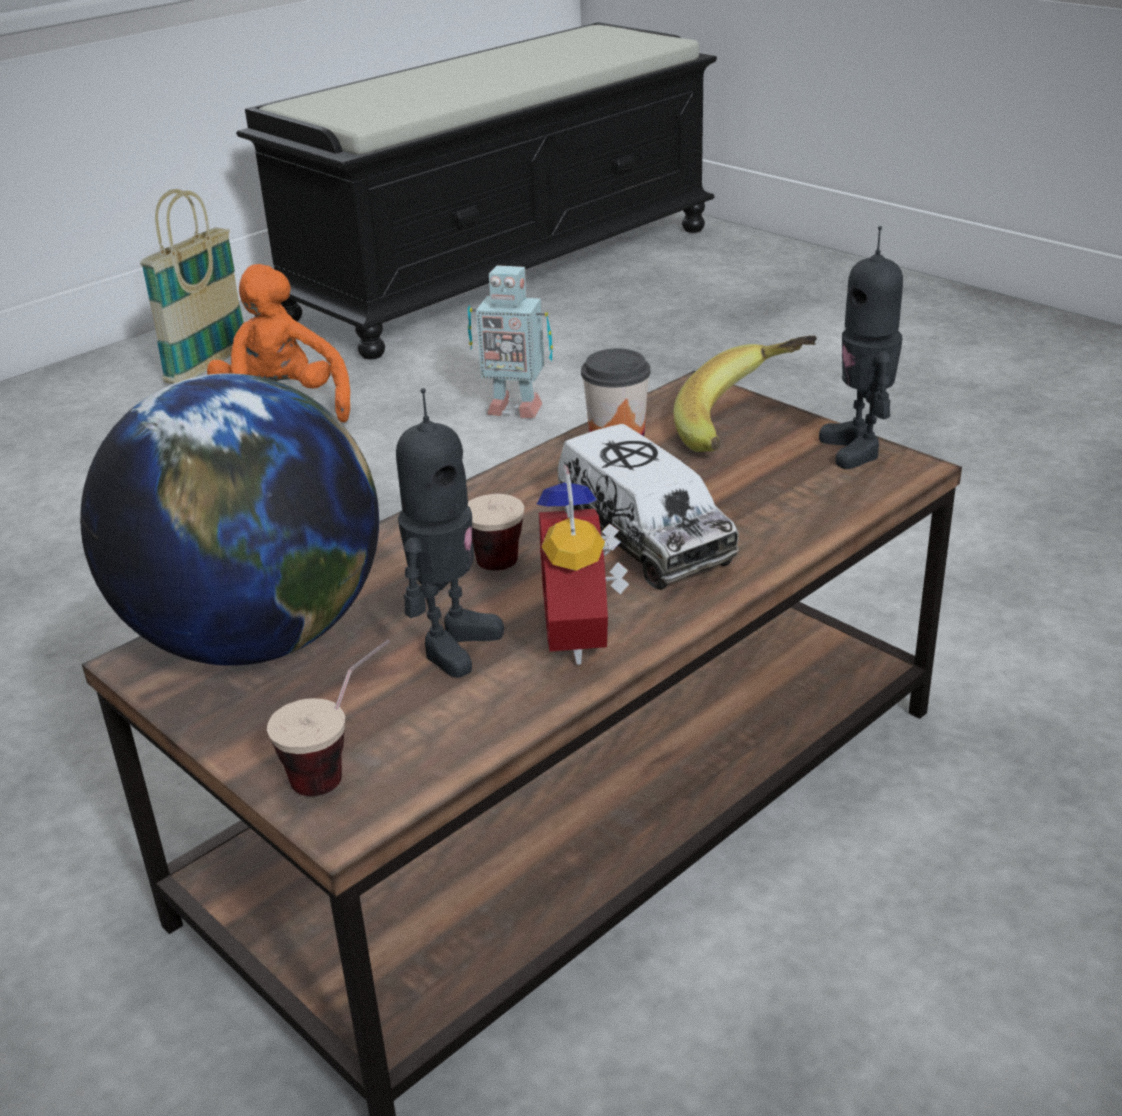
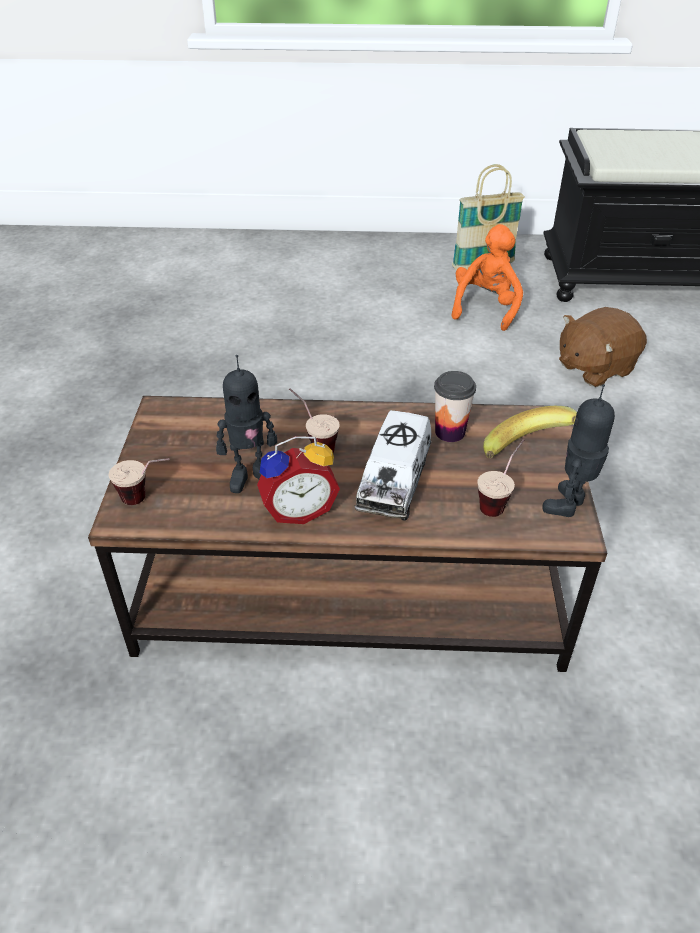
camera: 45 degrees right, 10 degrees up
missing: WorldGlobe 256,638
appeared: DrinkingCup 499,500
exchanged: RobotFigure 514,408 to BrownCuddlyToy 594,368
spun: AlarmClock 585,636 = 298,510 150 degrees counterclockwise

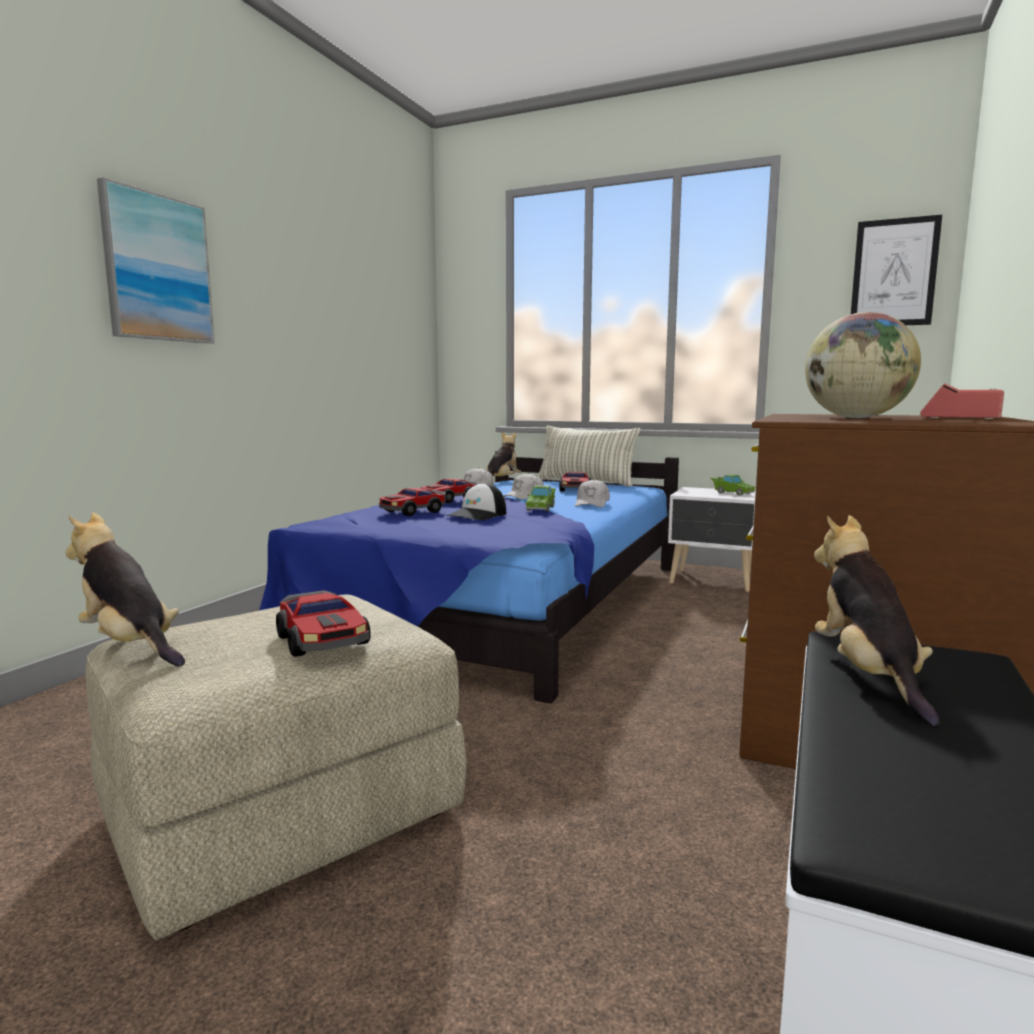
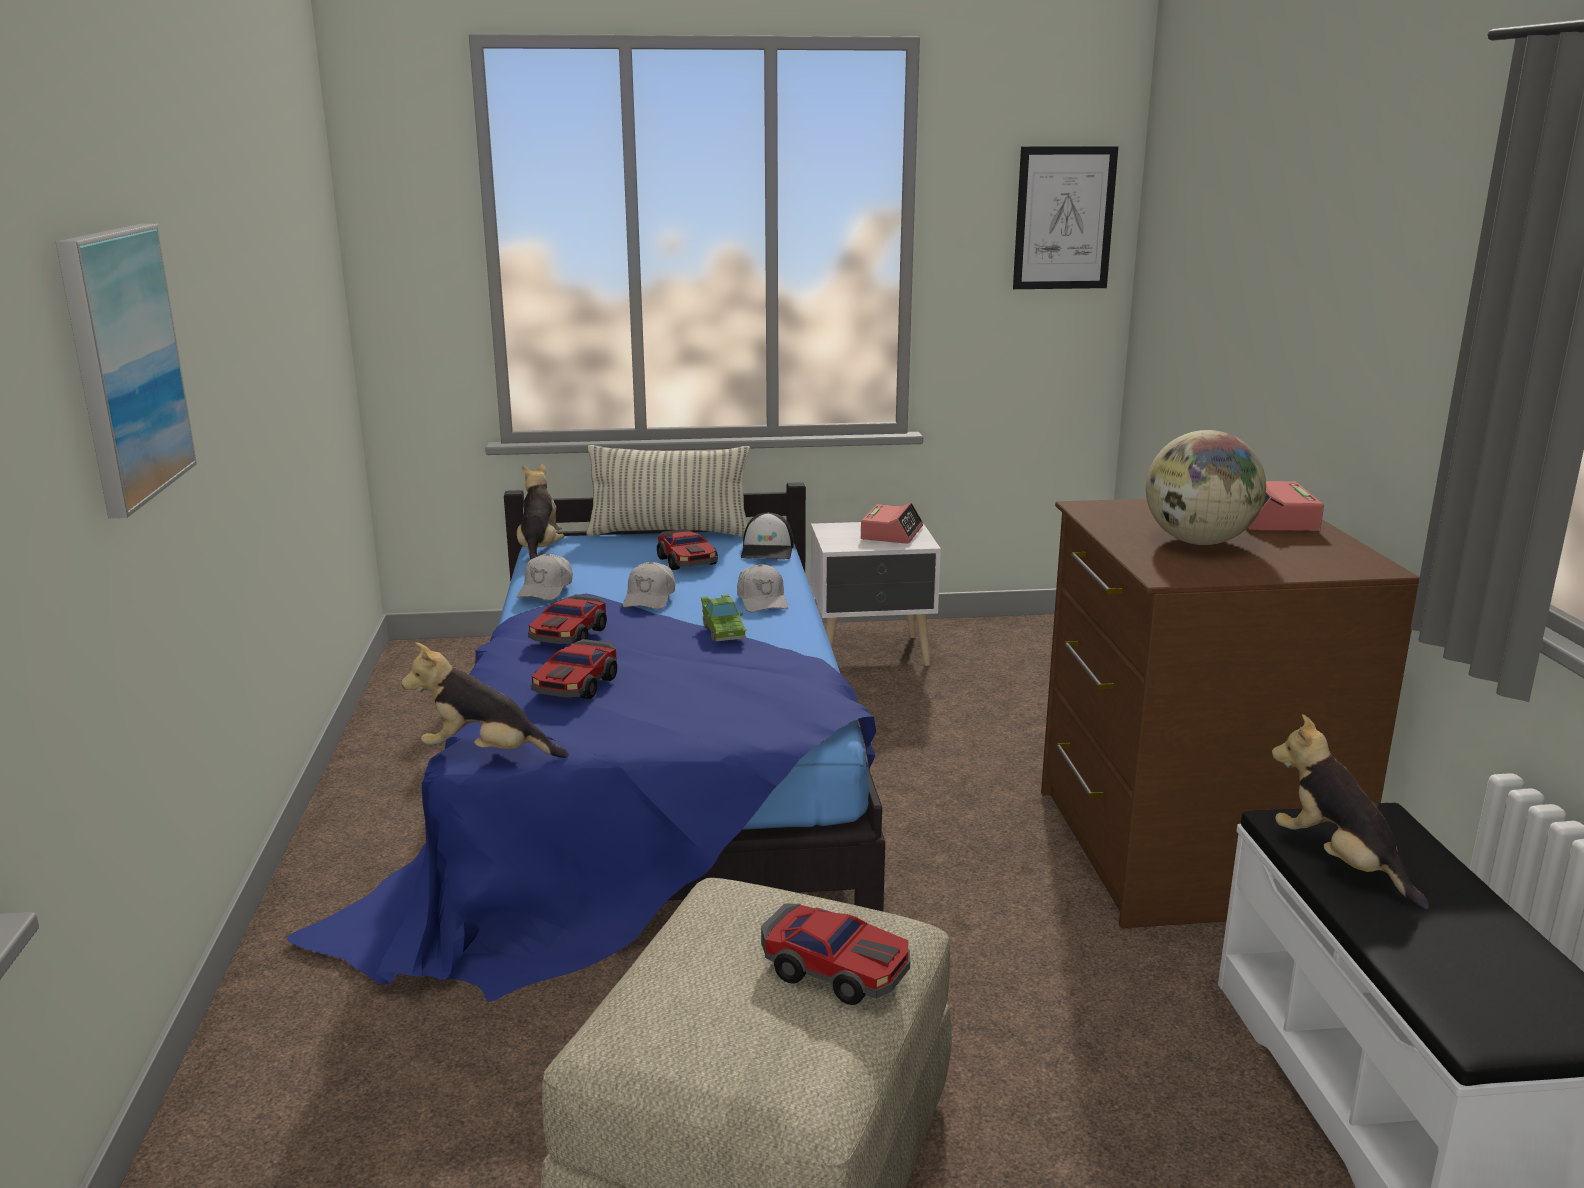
camera: 30 degrees left, 10 degrees up
relocated: CuddlyToy 131,646 to 486,754; PeakedCap 478,515 to 768,550
exchanged: GreenishMiniatureCar 731,493 to AlarmClock 891,533

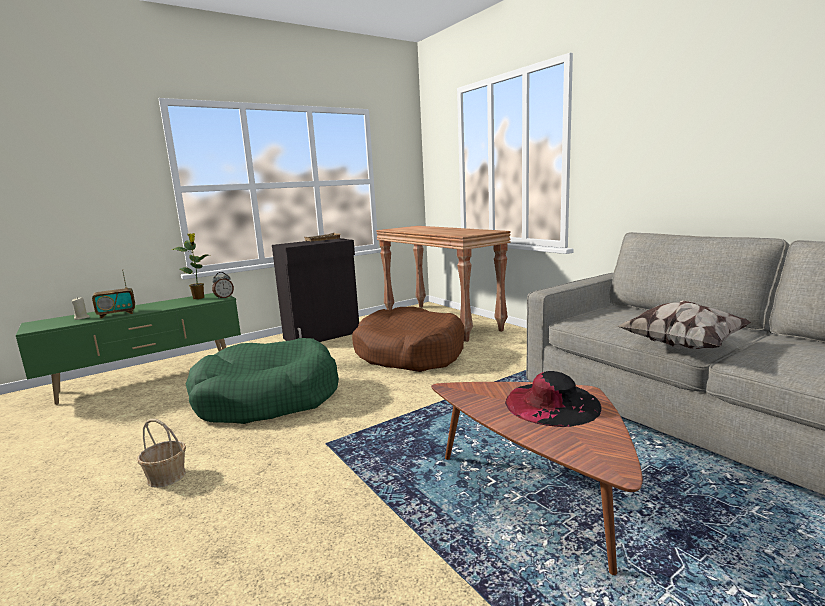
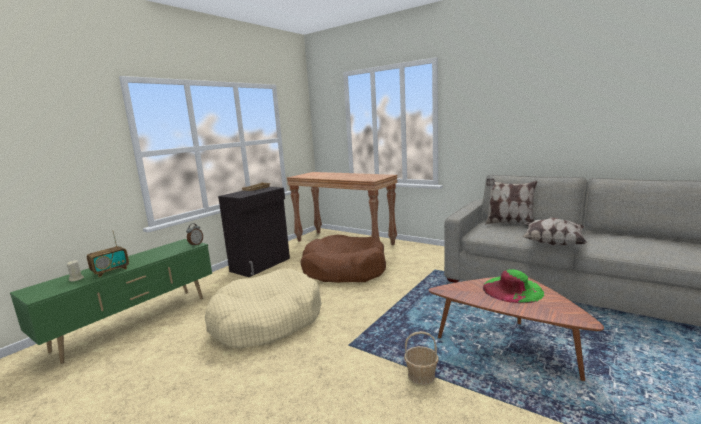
camera: 20 degrees left, 0 degrees up
missing: Houseplant 199,298
appeared: Cushion 509,224
relocated: HouseholdBasket 166,477 to 421,375
colour: GreenishDogCushion 267,398 to BeigeDogCushion 266,321; BlackColouredHat 552,404 to GreenishHat 512,289

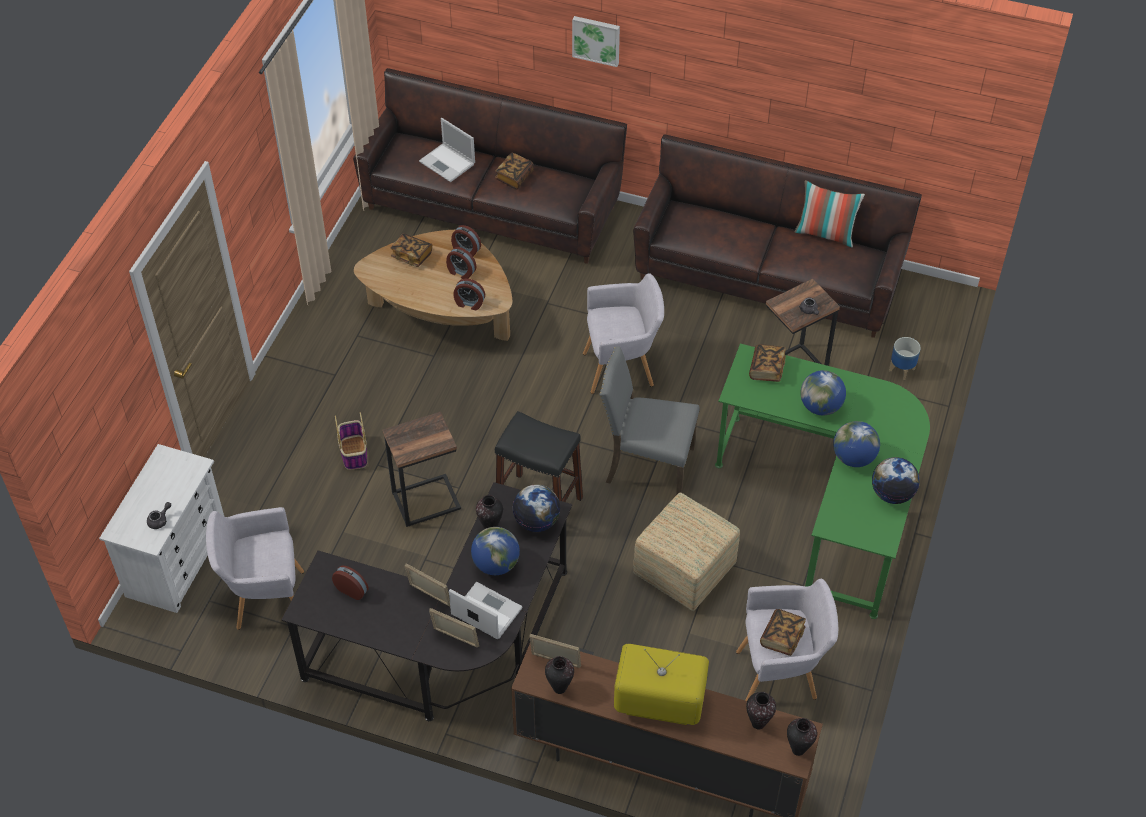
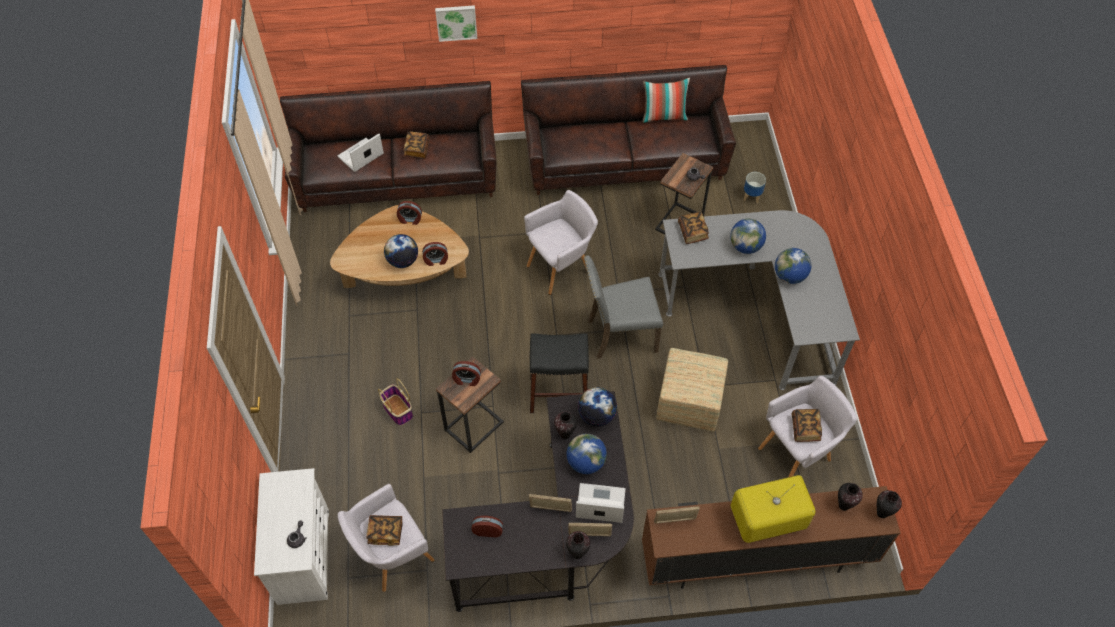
camera: 25 degrees left, 5 degrees up
relocated: Volume 412,256 to 385,533; AlarmClock 461,272 to 467,380; DecorativeVase 559,688 to 577,554; WorldGlobe 892,494 to 403,261
colour: GreenishDesk 828,501 to GreyDesk 757,311
spun: Laptop 448,163 = 360,156 120 degrees clockwise

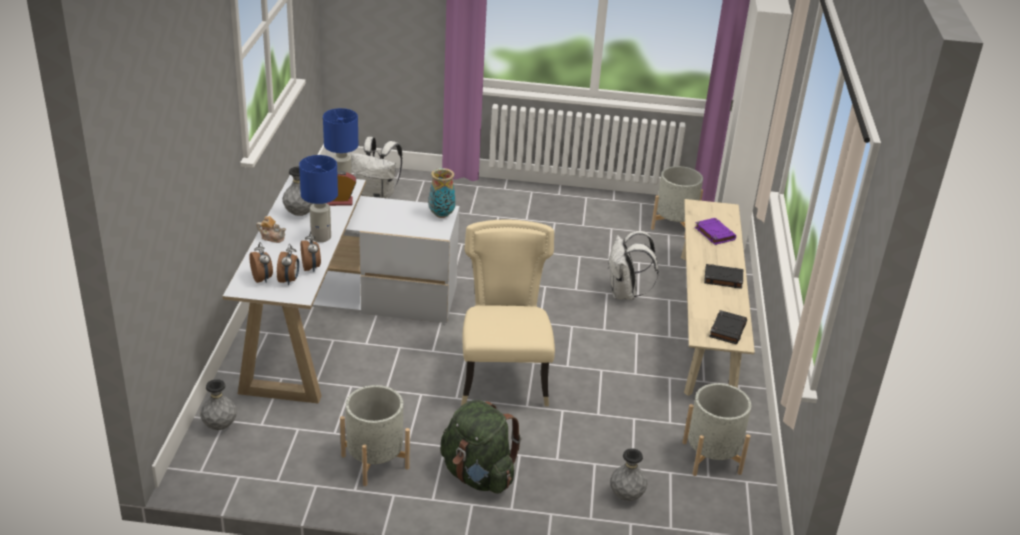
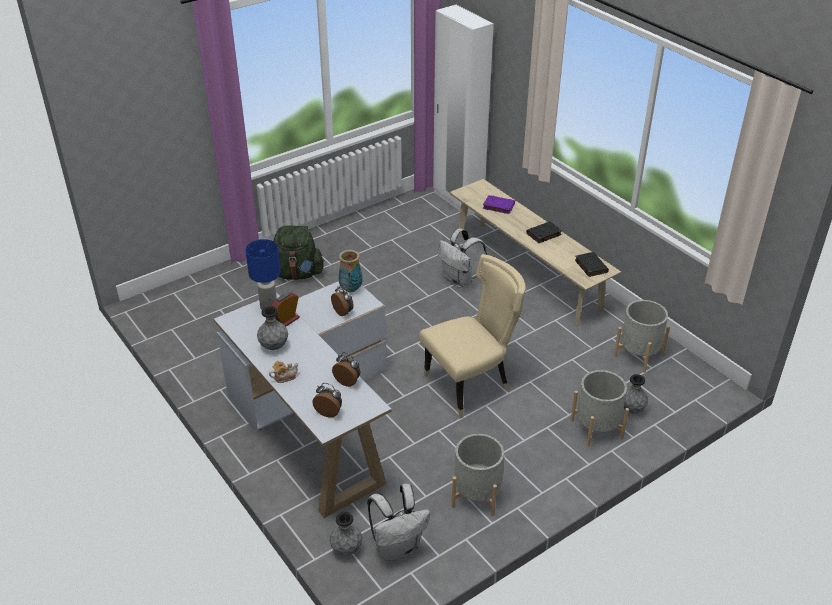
camera: 40 degrees left, 5 degrees up
missing: BlueTabletopLamp 321,237
relocated: AlarmClock 289,280 to 343,312; WhitishBackpack 378,195 to 397,547; GreenishBackpack 478,475 to 297,274; GreyPlantPot 674,225 to 596,429
spun: BeigeChair 503,379 = 471,385 105 degrees clockwise

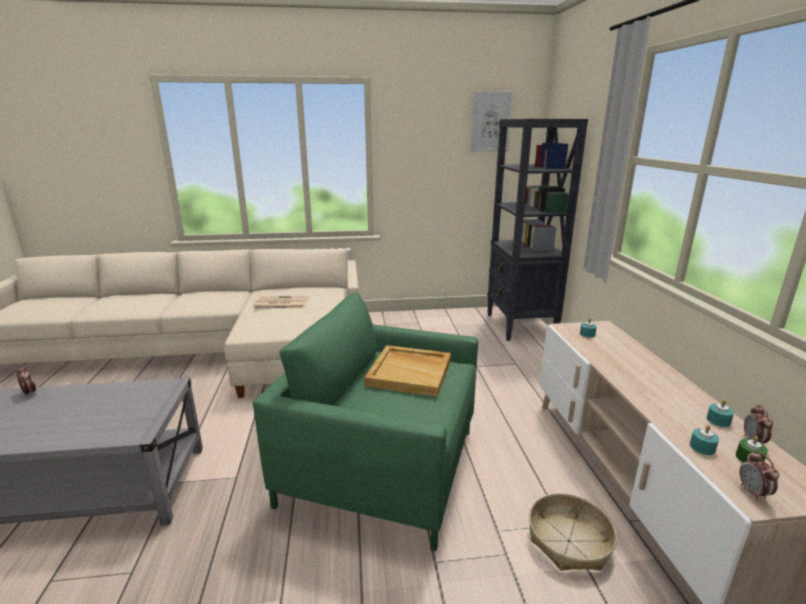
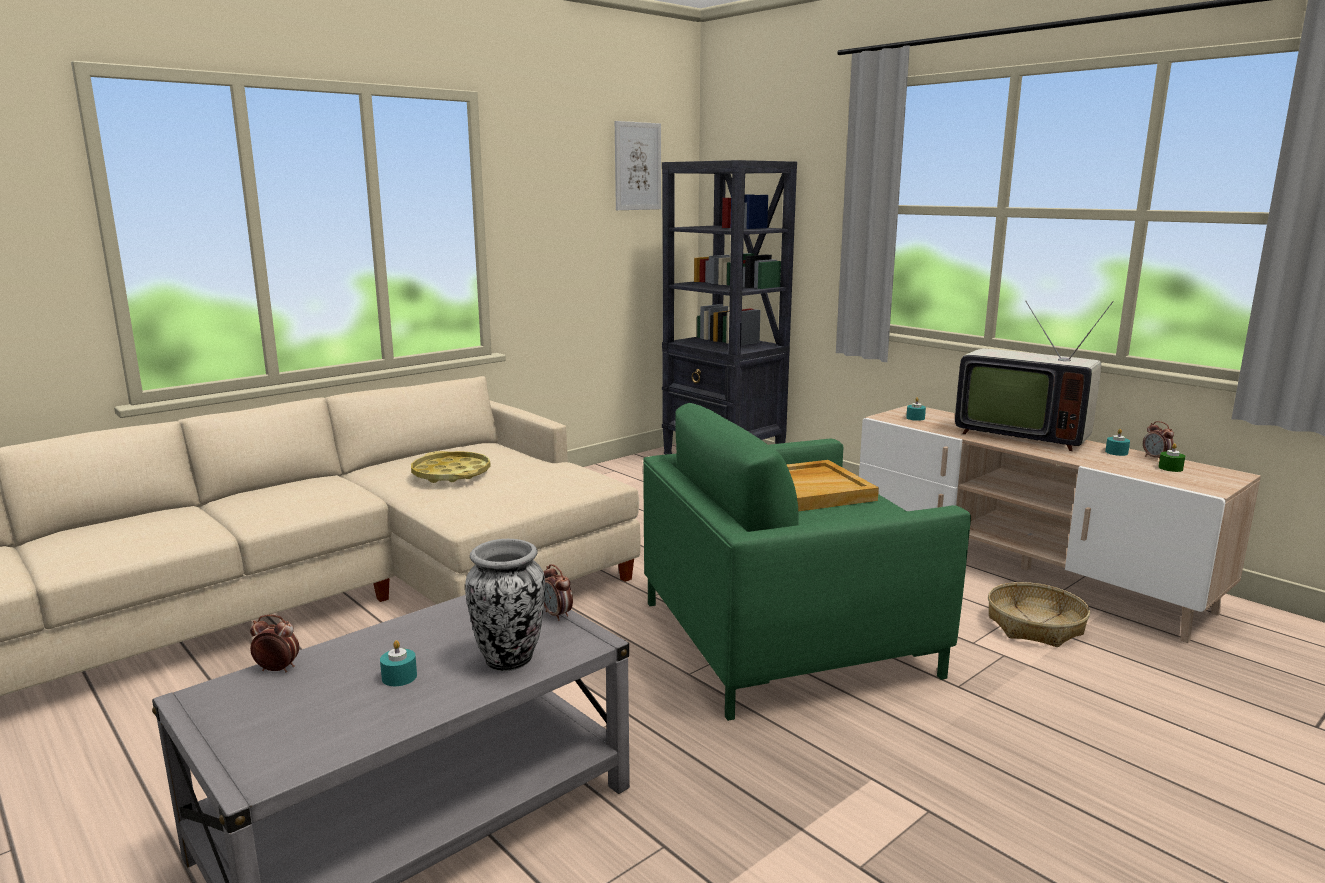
camera: 35 degrees left, 5 degrees down
appeared: DecorativeVase 510,660; TvSet 1021,435
relocated: BlueGreenCandle 702,447 to 399,677; AlarmClock 753,492 to 557,615
exchanged: PrintedPaper 280,303 to YellowTray 451,474

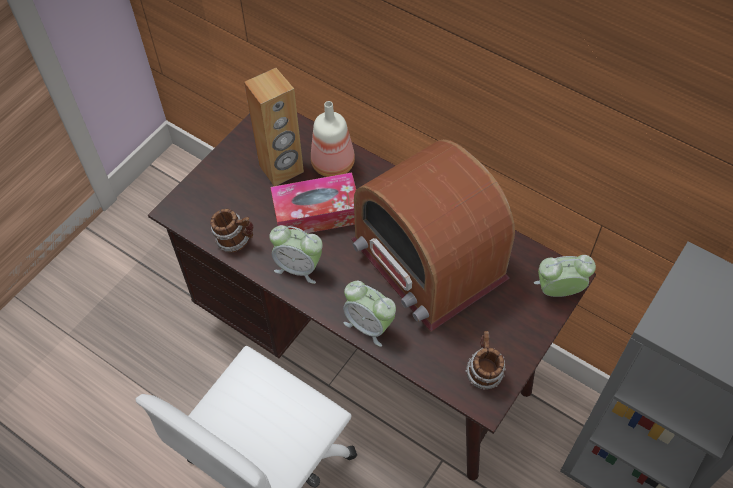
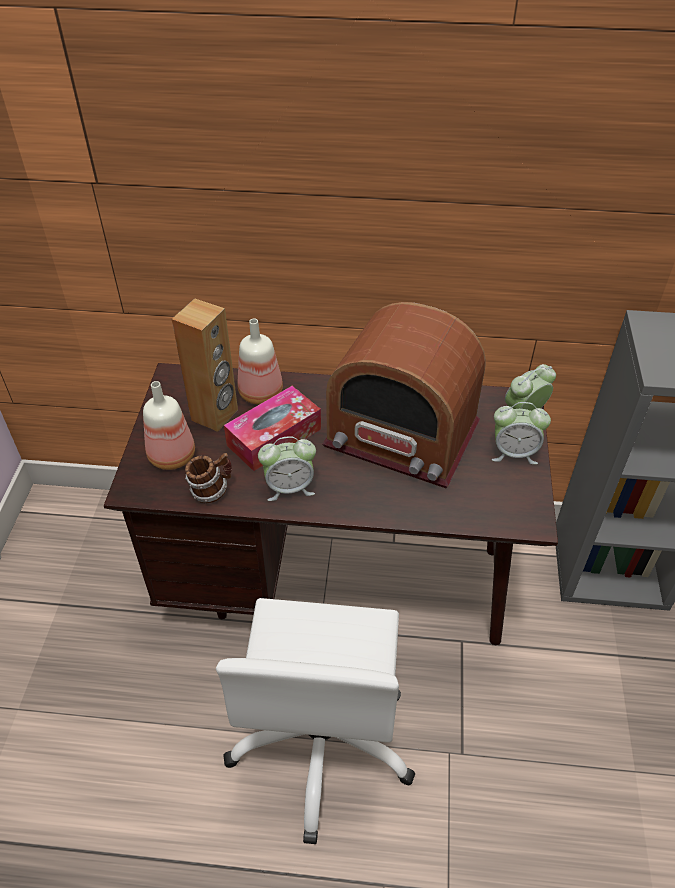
camera: 30 degrees left, 10 degrees down
missing: CoffeeMug 483,372
appeared: DrinkBottle 171,455
relocated: AlarmClock 369,325 to 514,453

